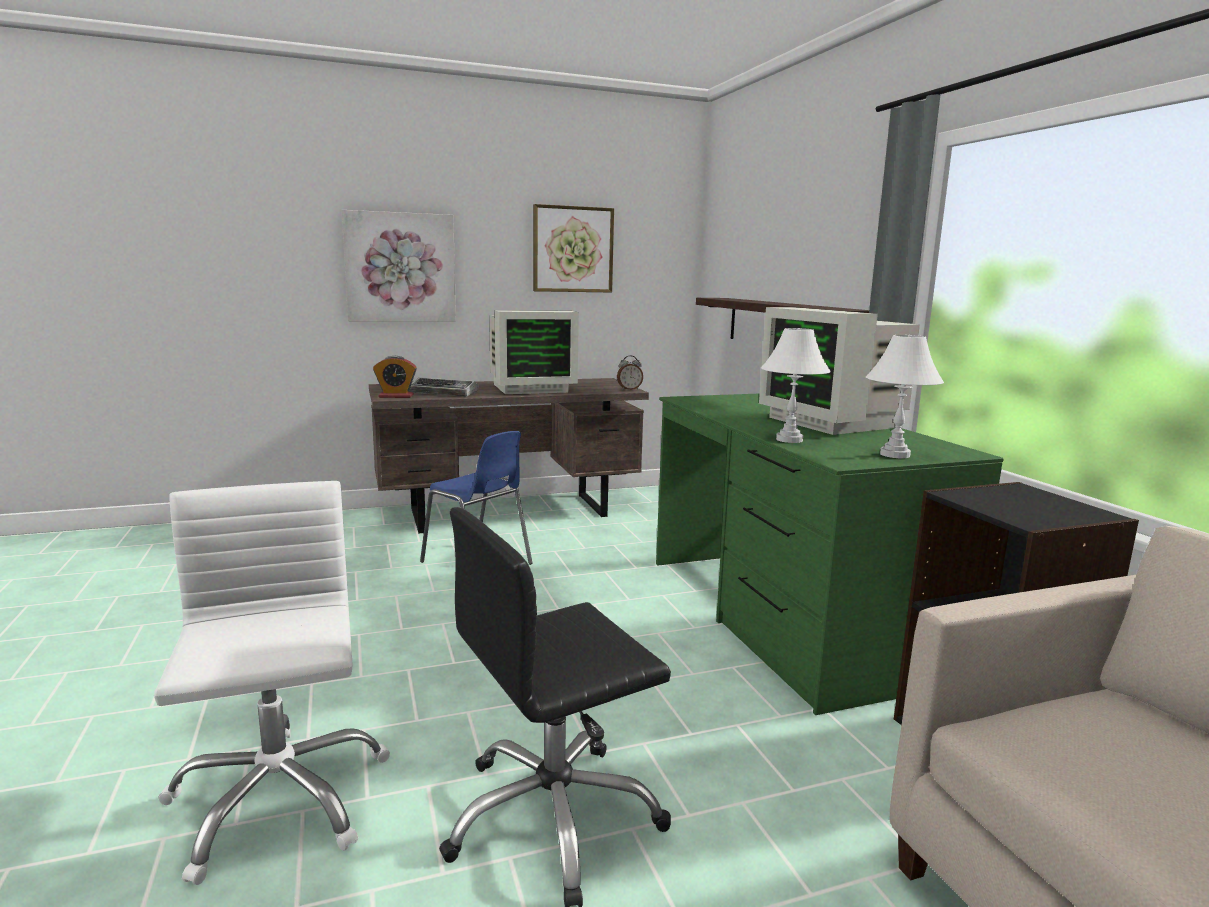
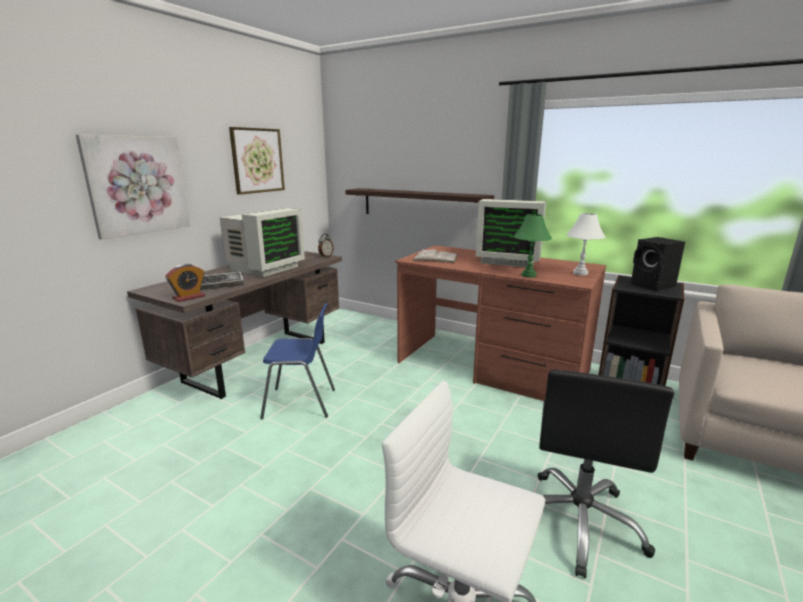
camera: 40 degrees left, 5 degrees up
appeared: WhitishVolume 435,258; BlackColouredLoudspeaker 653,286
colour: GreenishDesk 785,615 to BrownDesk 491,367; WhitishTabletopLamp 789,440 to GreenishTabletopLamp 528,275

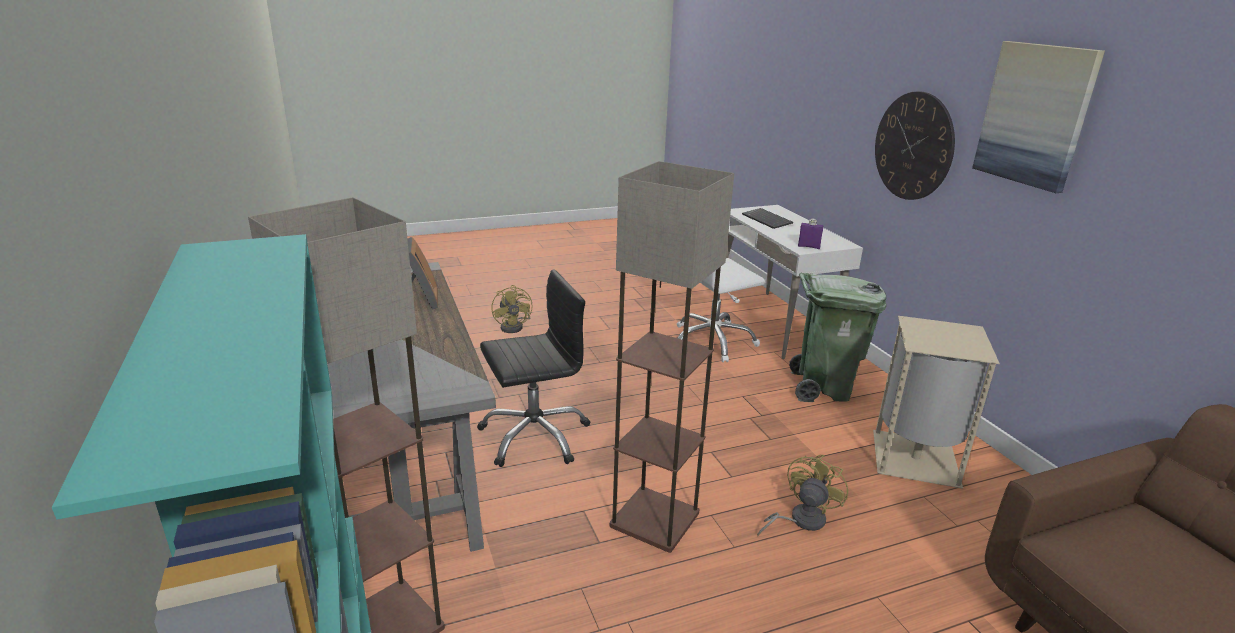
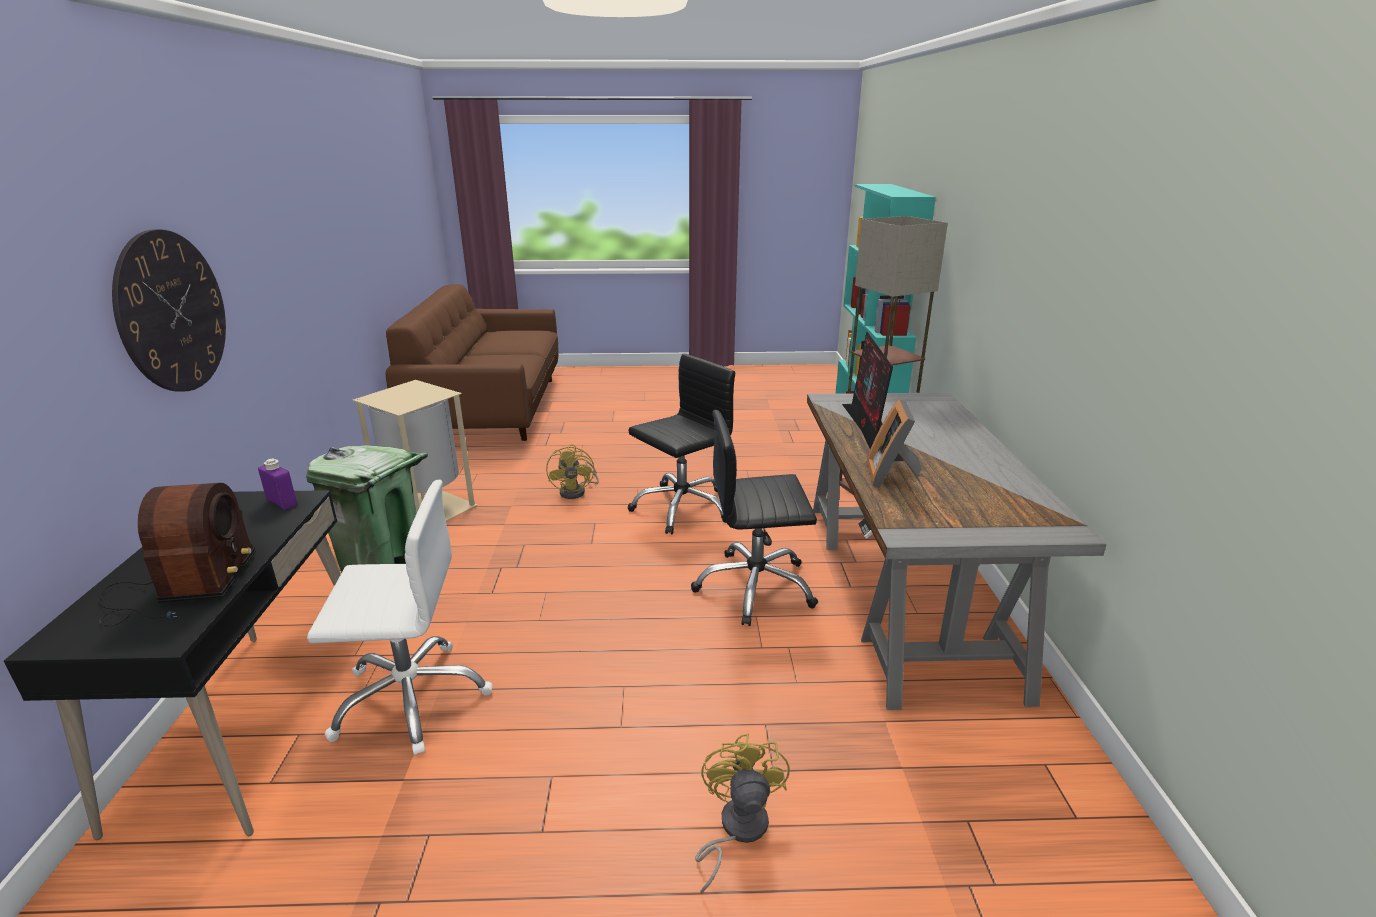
camera: 160 degrees left, 0 degrees up
missing: WallArt 1035,115
appeared: Monitor 870,431
exchanged: StandardLamp 653,520 to BlackColouredComputerChair 682,507; ComputerKeyboard 768,220 to RadioReceiver 180,588
colour: WhitishDesk 774,323 to BlackColouredDesk 251,722
spun: YellowElectricFan 800,520 = 577,491 60 degrees counterclockwise

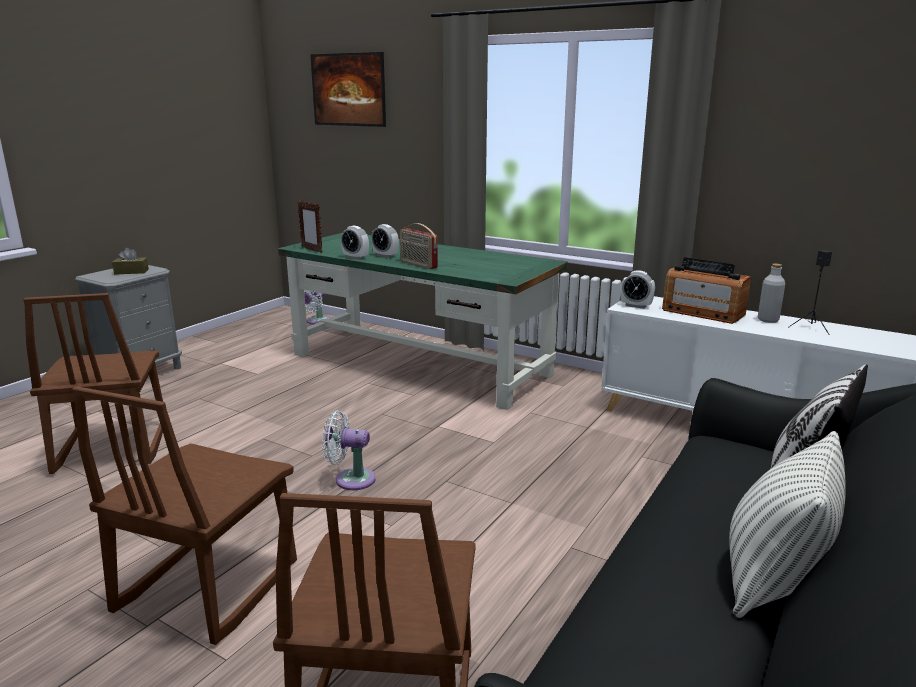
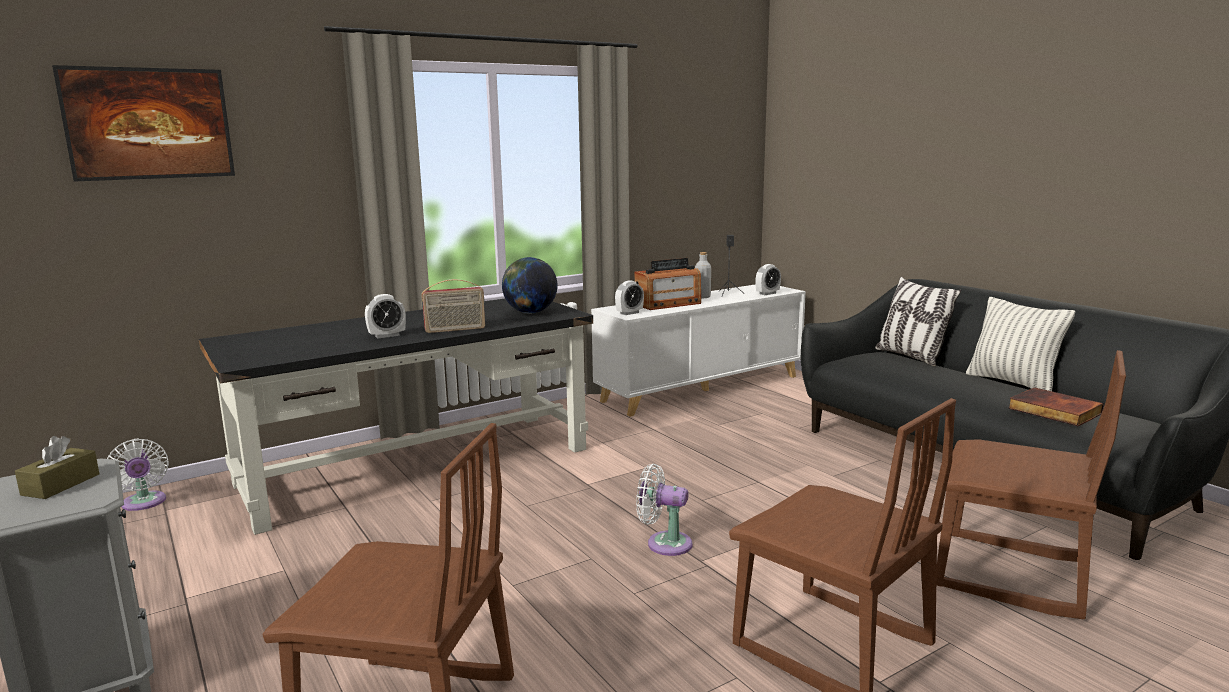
camera: 65 degrees left, 5 degrees down
missing: PictureFrame 311,250
appeared: WorldGlobe 530,312; Volume 1053,411
relocated: AlarmClock 355,257 to 767,293
colour: GreenishDesk 420,364 to BlackColouredDesk 418,465
spun: WhitishElectricFan 351,479 = 664,543 75 degrees clockwise

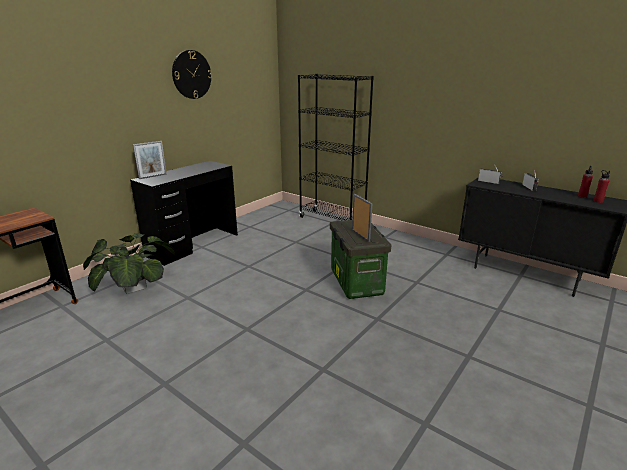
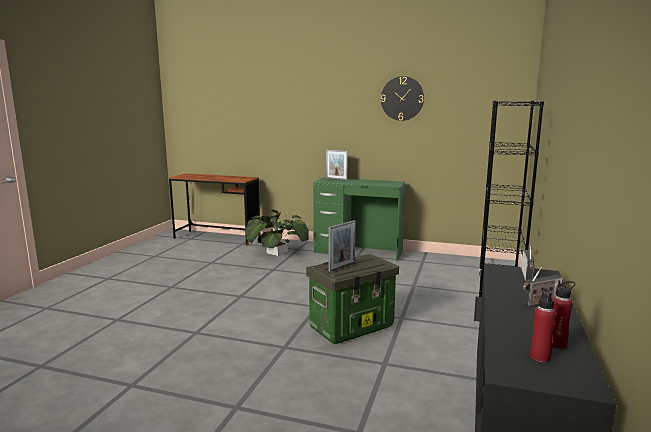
camera: 70 degrees right, 10 degrees down
colour: BlackColouredDesk 193,244 to GreenishDesk 358,252

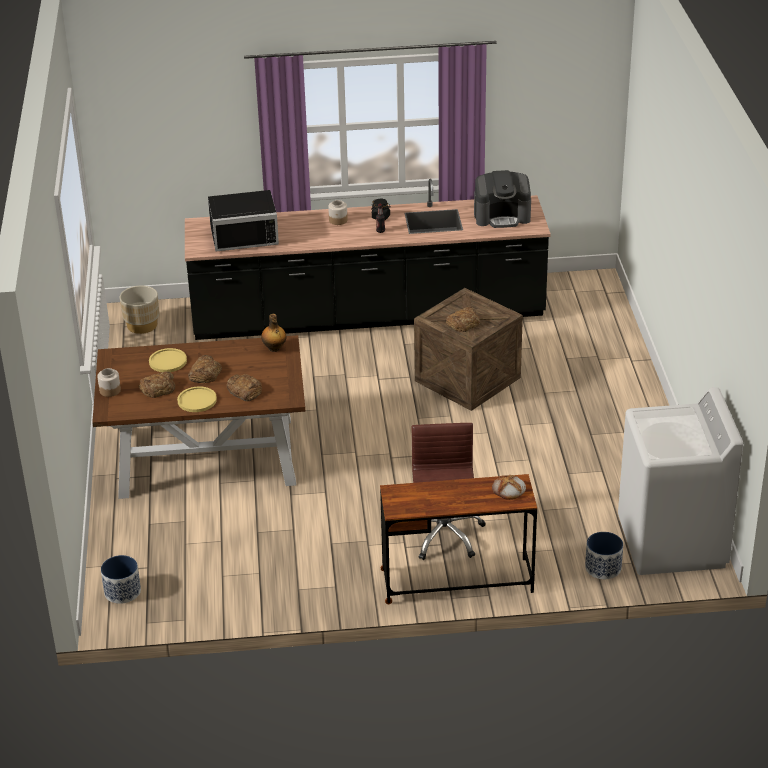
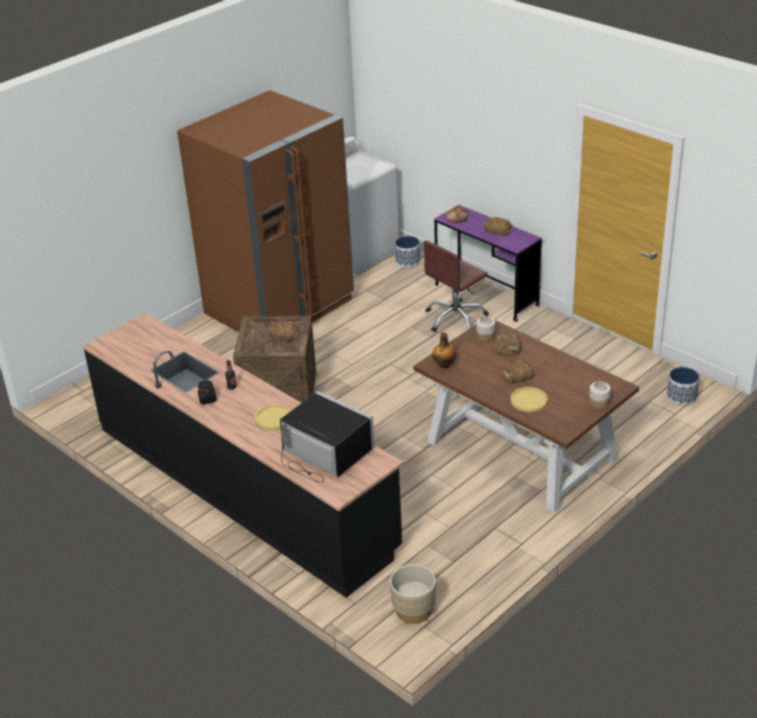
camera: 130 degrees left, 0 degrees up
missing: CoffeeMachine 502,216
appeared: BrownFridge 279,307
relocated: BakedBread 158,388 to 497,229; YellowFlatDish 197,400 to 274,418; PreserveJar 338,220 to 485,336
colour: BrownDesk 457,581 to PurplishDesk 486,295

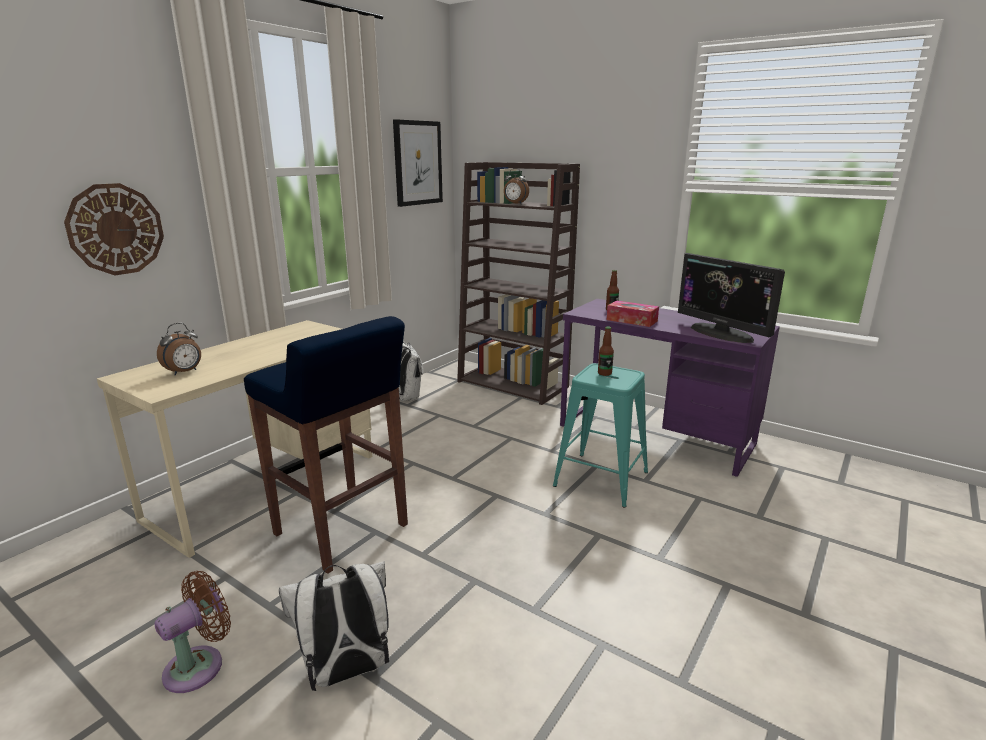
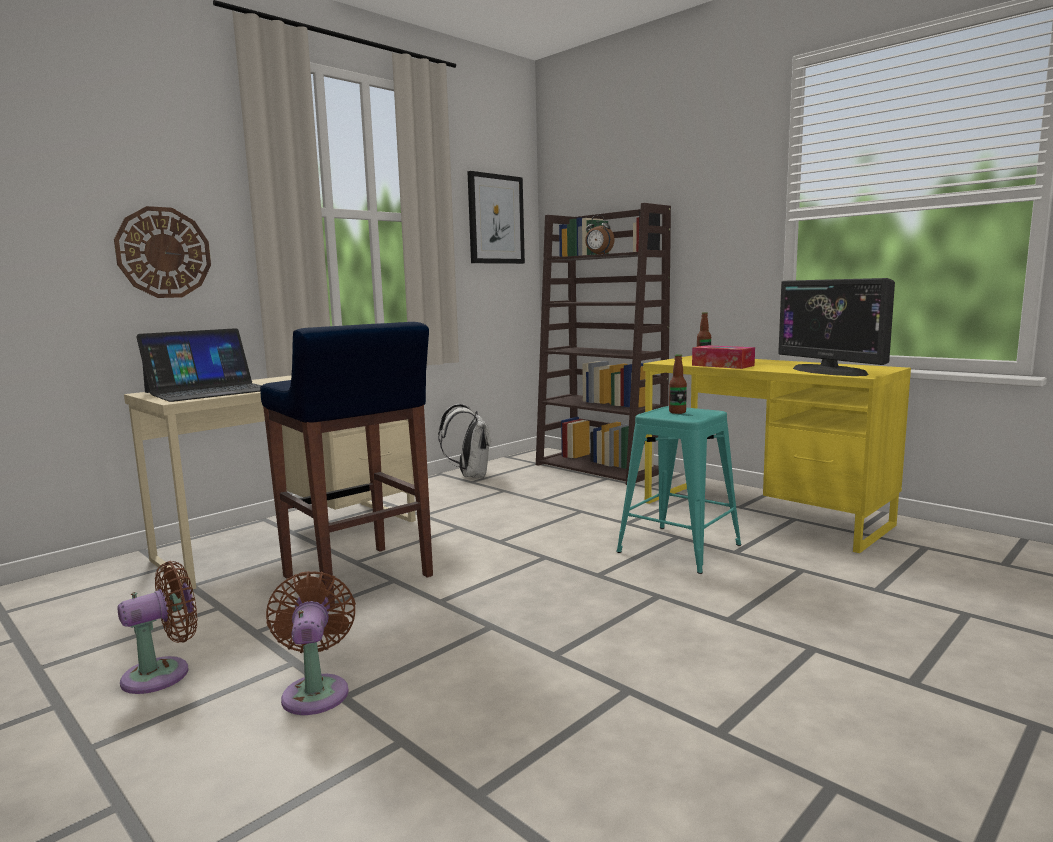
camera: 10 degrees right, 10 degrees down
exchanged: AlarmClock 184,372 to Laptop 209,391; WhitishBackpack 347,672 to BrownElectricFan 316,691
colour: PurplishDesk 655,434 to YellowDesk 762,513

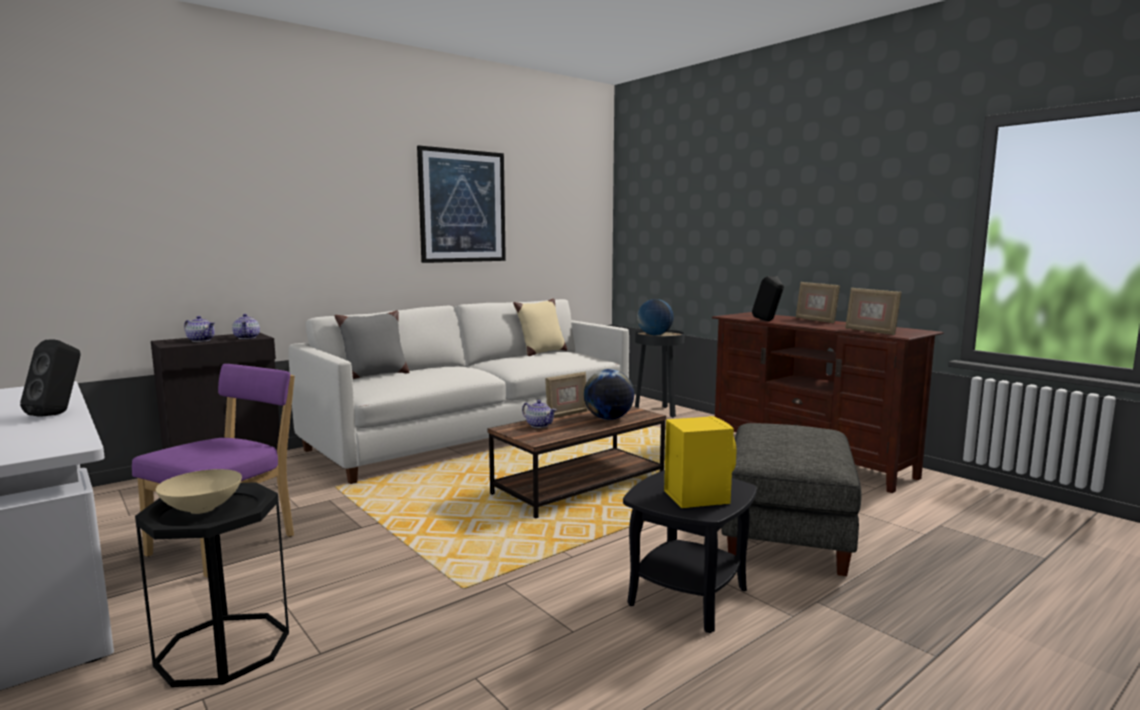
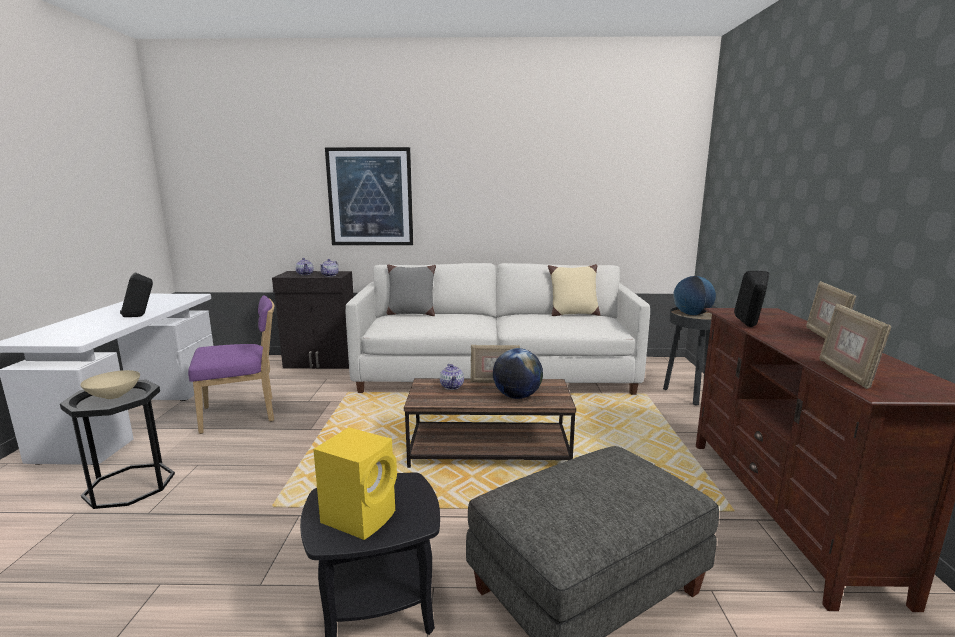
camera: 40 degrees right, 5 degrees up
relocated: WallArt 462,206 to 370,197

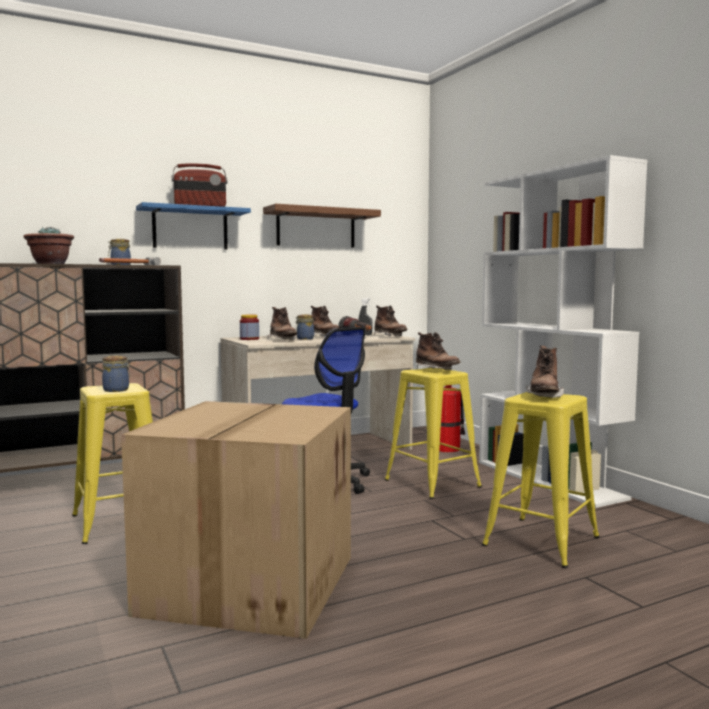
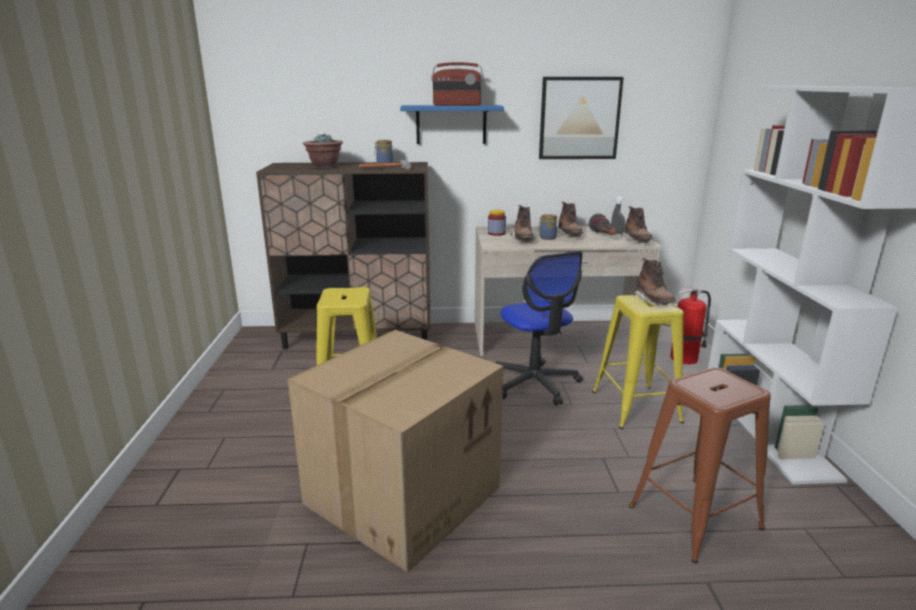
camera: 25 degrees right, 15 degrees up
missing: PreserveJar 117,390; BrownTallBoot 544,396
exchanged: BrownWallShelf 316,228 to WallArt 579,118
colour: YellowSittingStool 541,541 to BrownSittingStool 695,517

